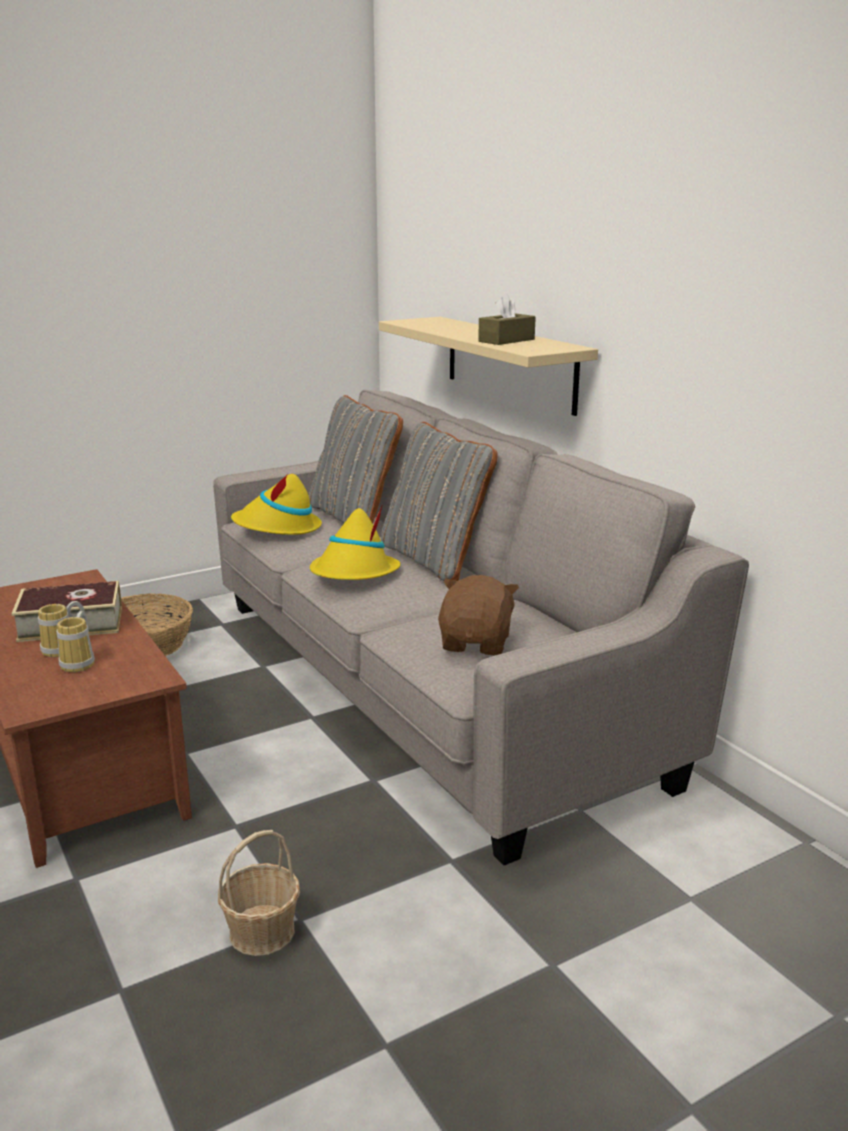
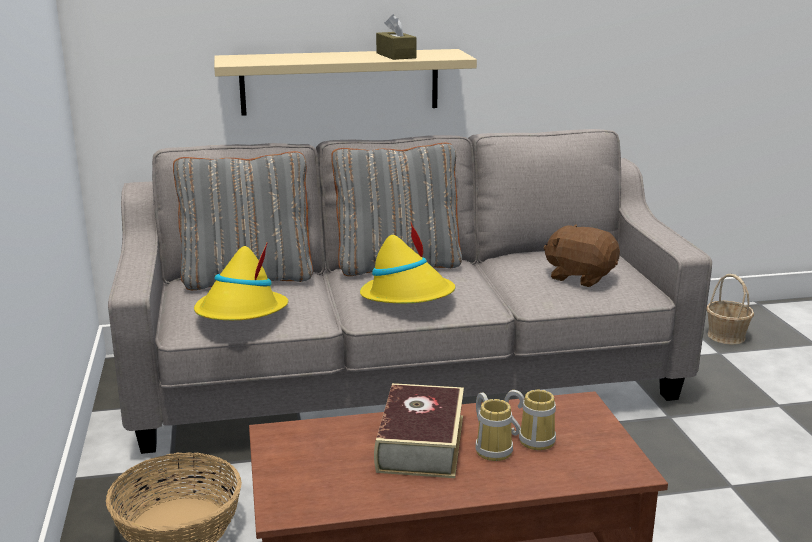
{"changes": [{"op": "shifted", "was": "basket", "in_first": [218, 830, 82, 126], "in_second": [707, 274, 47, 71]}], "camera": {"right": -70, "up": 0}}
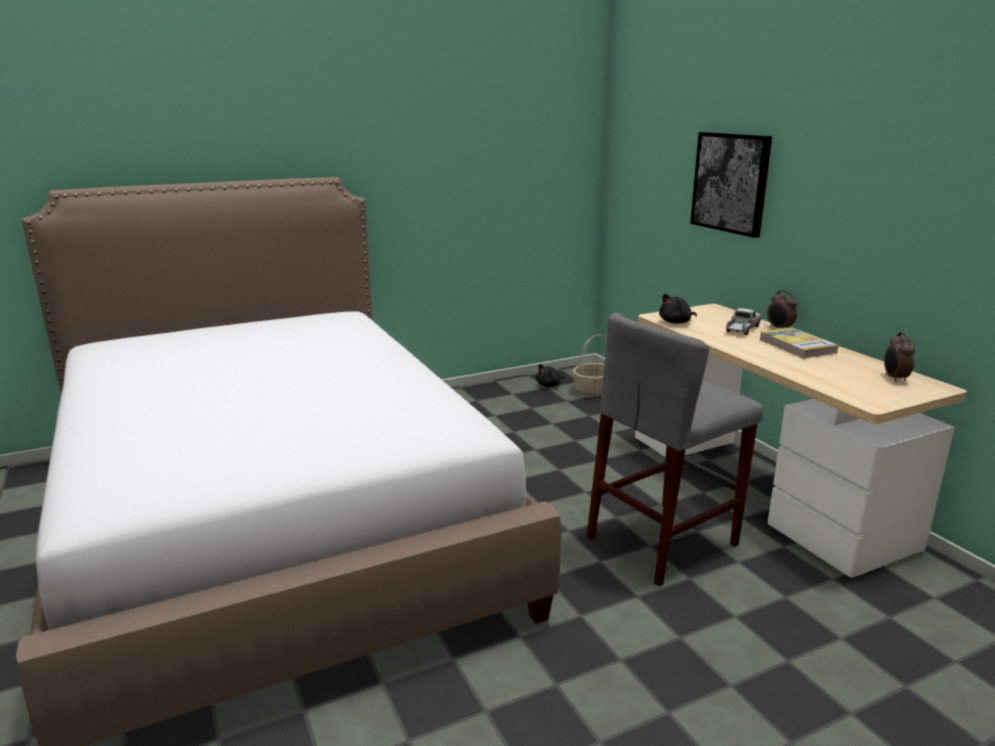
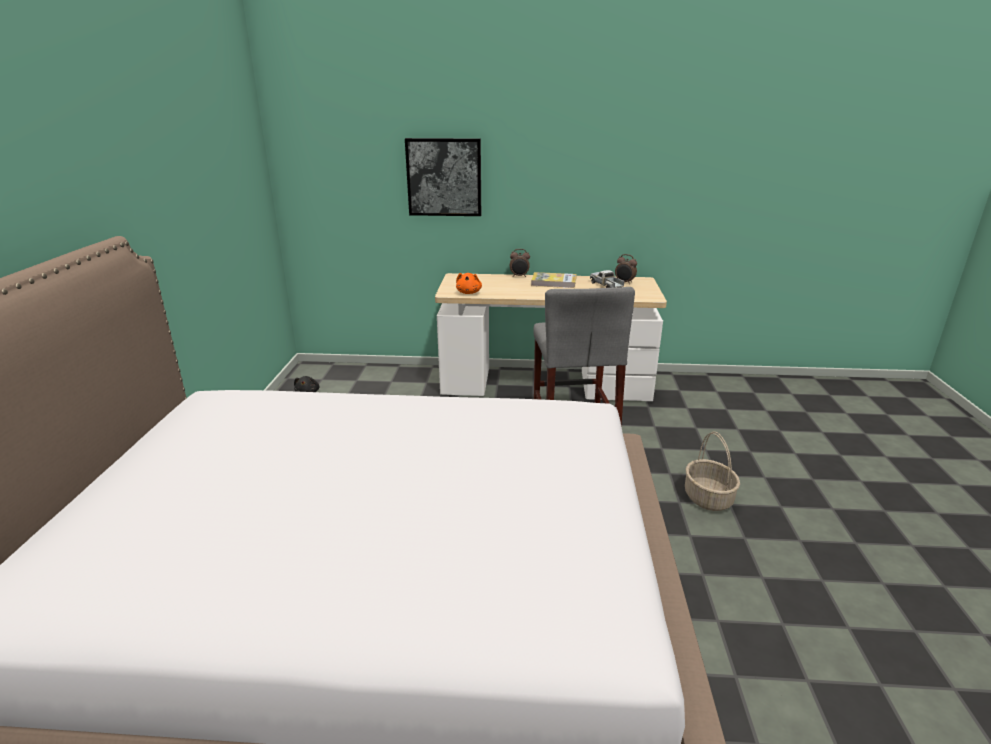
{"changes": [{"op": "repainted", "was": "plush toy/black", "now": "plush toy/orange", "in_first": [659, 294, 38, 30], "in_second": [456, 273, 26, 21]}, {"op": "shifted", "was": "toy truck", "in_first": [726, 308, 36, 27], "in_second": [590, 270, 34, 18]}, {"op": "shifted", "was": "basket", "in_first": [573, 334, 34, 62], "in_second": [685, 432, 55, 79]}], "camera": {"right": -60, "up": 5}}
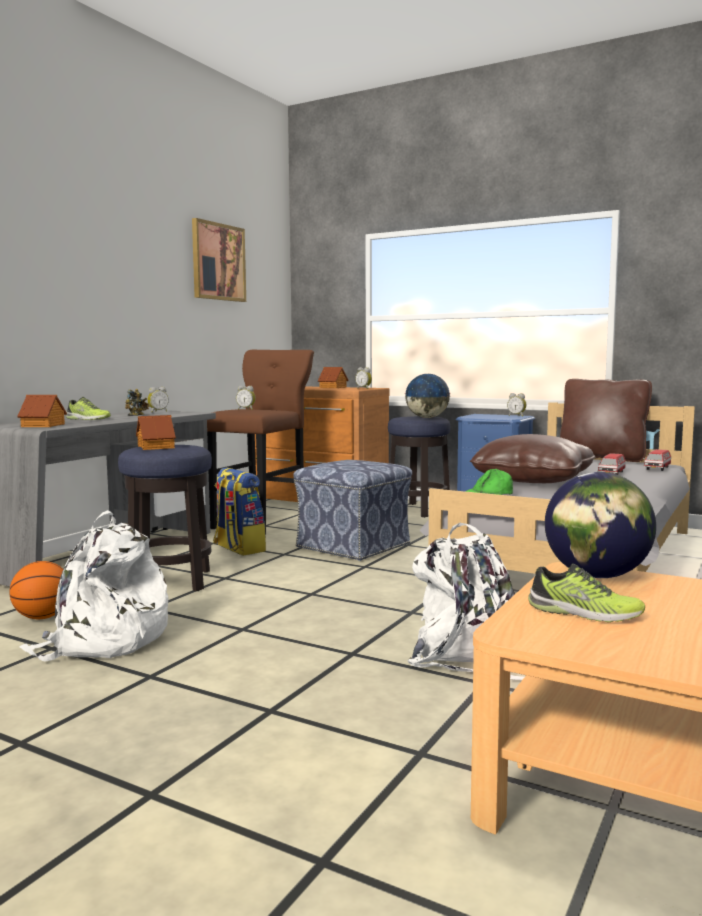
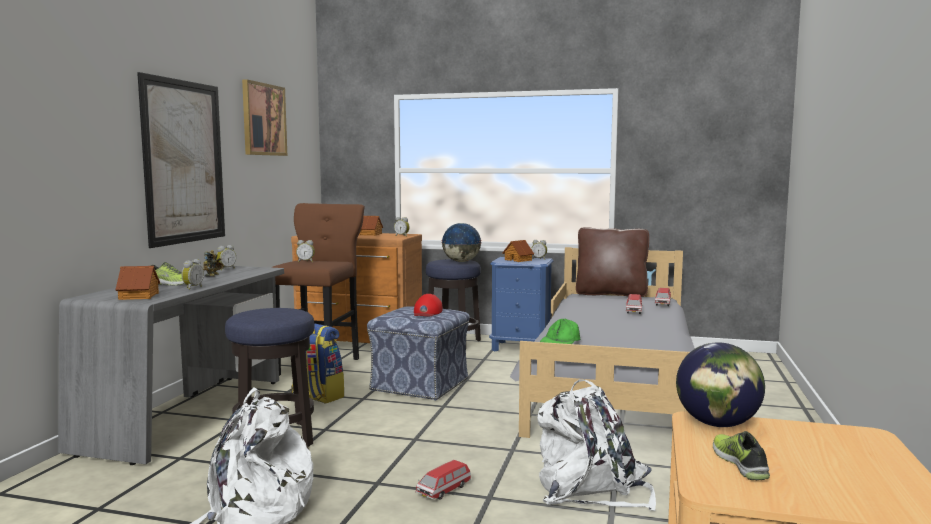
{"changes": [{"op": "shifted", "was": "toy house", "in_first": [136, 415, 40, 35], "in_second": [502, 240, 32, 22]}, {"op": "gone", "was": "pillow/brown", "in_first": [470, 434, 125, 49]}, {"op": "gone", "was": "basketball", "in_first": [9, 561, 54, 58]}, {"op": "rotated", "was": "shoe", "in_first": [528, 564, 117, 58], "in_second": [713, 431, 57, 49], "clockwise": -105}, {"op": "new", "now": "picture", "in_second": [137, 72, 88, 176]}, {"op": "new", "now": "alarm clock", "in_second": [182, 259, 22, 31]}, {"op": "new", "now": "cap/red", "in_second": [414, 294, 29, 23]}, {"op": "new", "now": "toy car", "in_second": [415, 460, 56, 40]}], "camera": {"right": -15, "up": 0}}
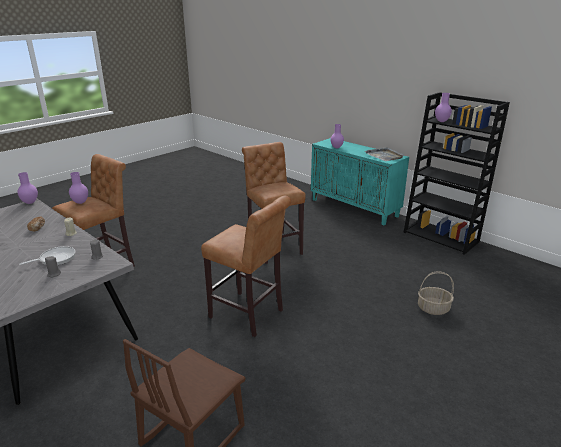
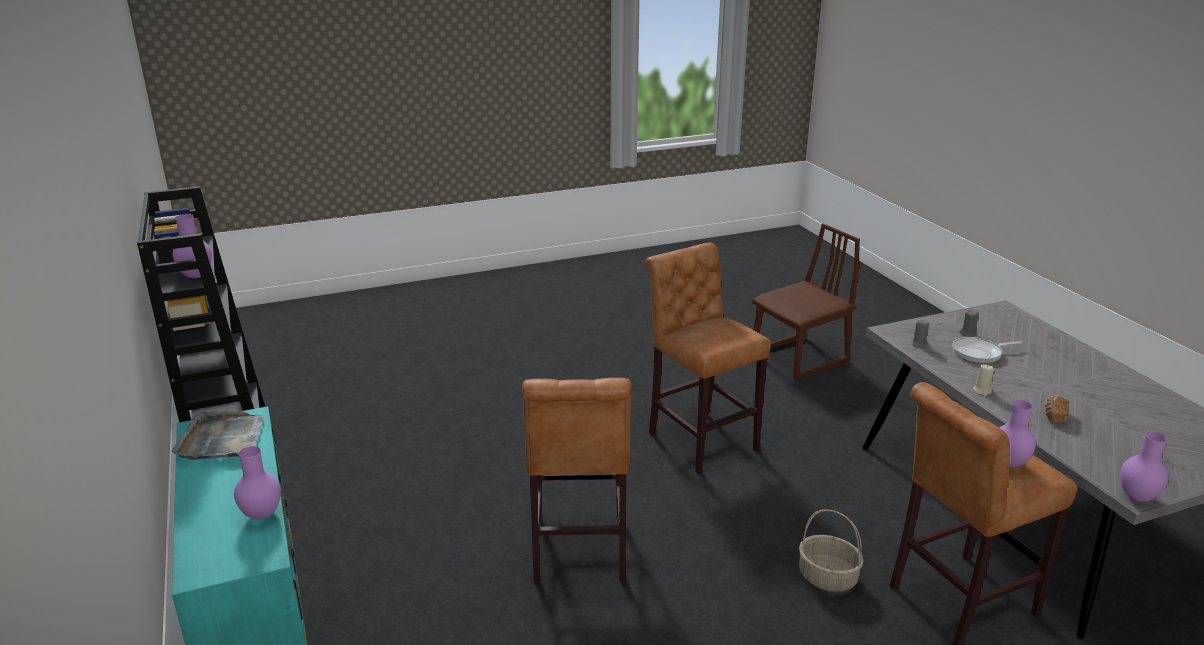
{"changes": [{"op": "shifted", "was": "basket", "in_first": [418, 271, 36, 44], "in_second": [799, 509, 65, 83]}], "camera": {"right": -155, "up": 0}}
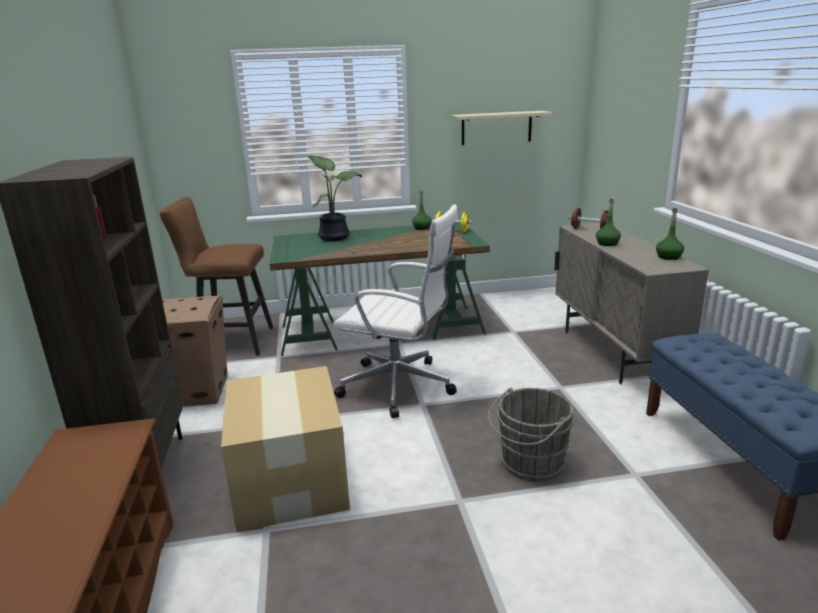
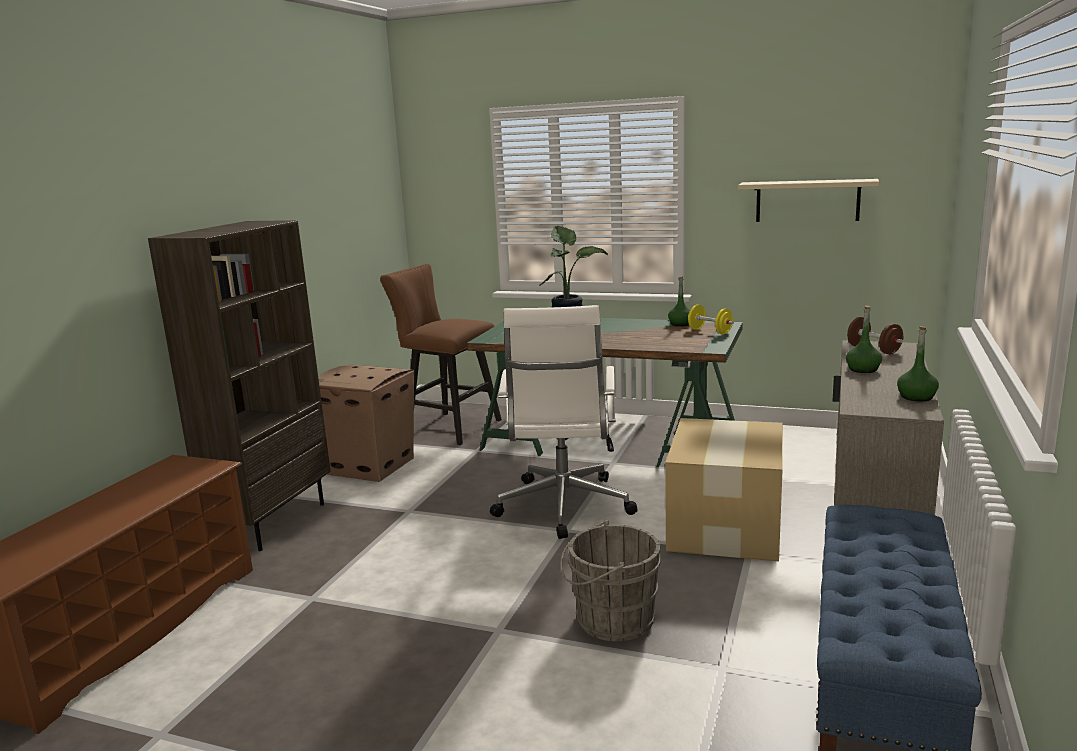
{"changes": [{"op": "rotated", "was": "office chair/white", "in_first": [334, 204, 124, 214], "in_second": [490, 305, 147, 234], "clockwise": 45}, {"op": "shifted", "was": "cardboard box", "in_first": [221, 366, 129, 166], "in_second": [665, 418, 118, 144]}], "camera": {"right": 30, "up": -5}}
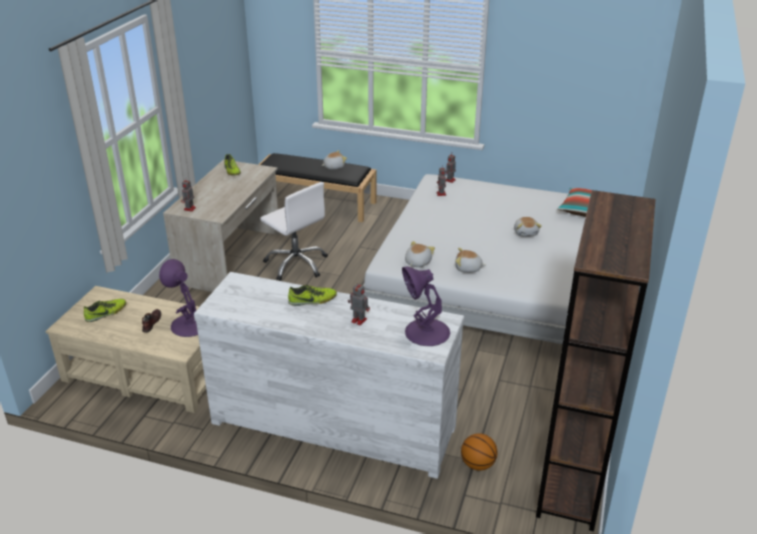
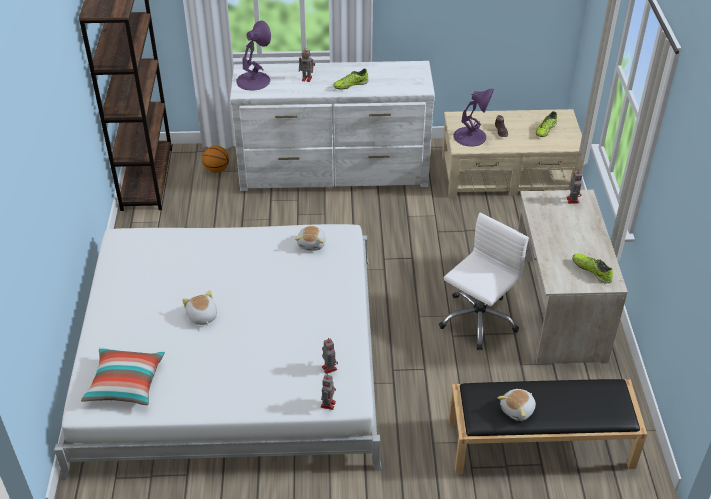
{"changes": [{"op": "rotated", "was": "office chair/white", "in_first": [260, 182, 68, 99], "in_second": [439, 213, 90, 137], "clockwise": 105}, {"op": "gone", "was": "plush toy", "in_first": [455, 248, 31, 25]}], "camera": {"right": 160, "up": 10}}
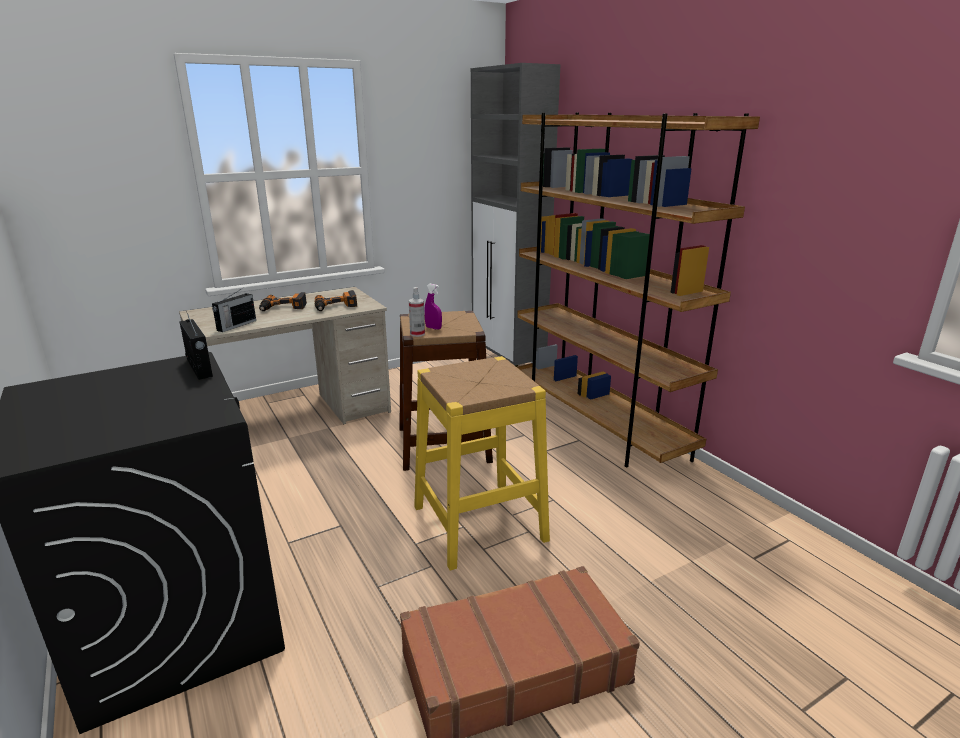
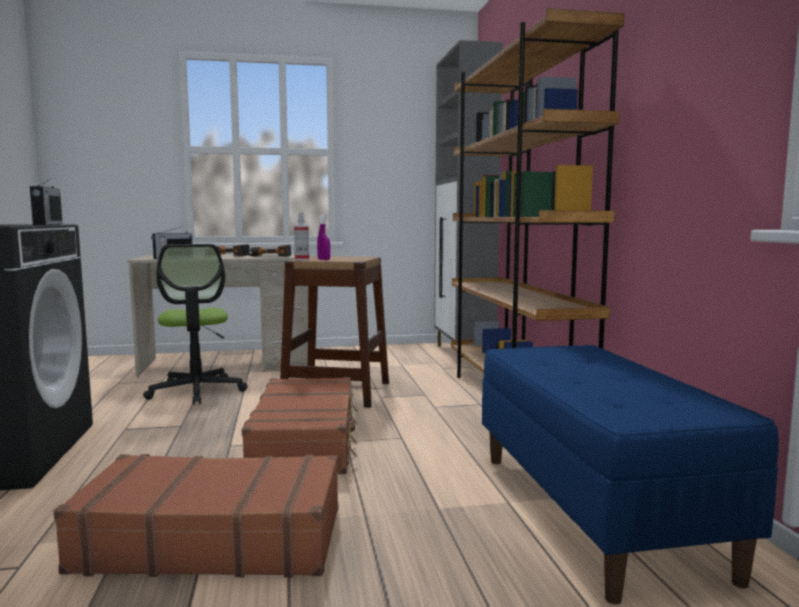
{"changes": [{"op": "swapped", "was": "stool/yellow", "now": "suitcase/brown", "in_first": [414, 356, 136, 214], "in_second": [242, 377, 116, 97]}, {"op": "new", "now": "office chair", "in_second": [143, 244, 105, 161]}, {"op": "new", "now": "bench/blue", "in_second": [482, 345, 297, 259]}], "camera": {"right": 20, "up": -15}}
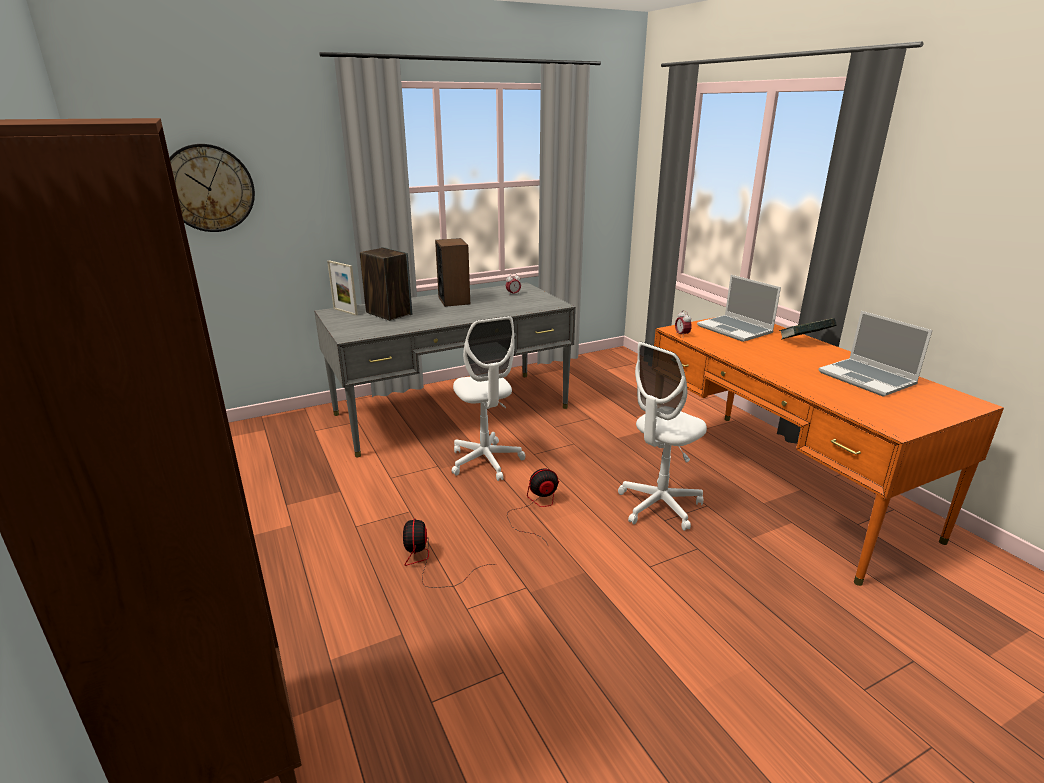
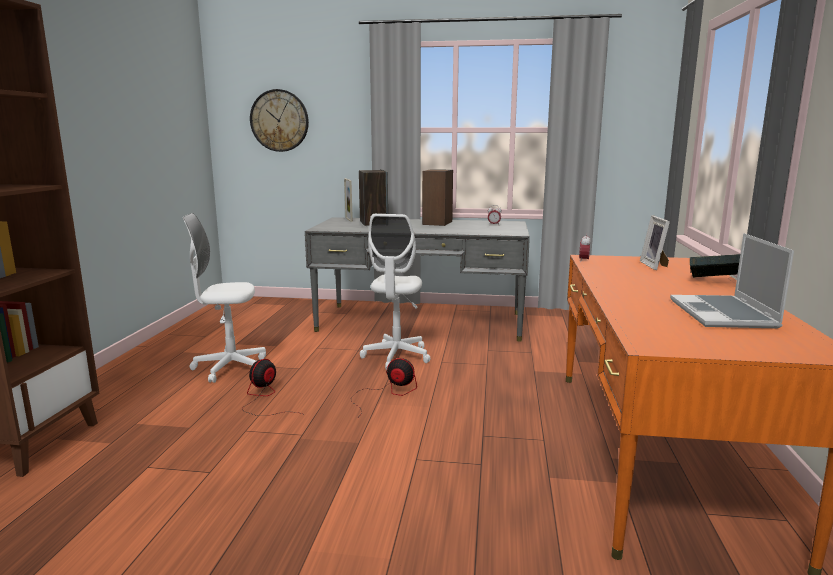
{"changes": [{"op": "swapped", "was": "laptop", "now": "picture frame", "in_first": [697, 275, 84, 67], "in_second": [640, 215, 30, 55]}, {"op": "shifted", "was": "office chair/white", "in_first": [618, 342, 89, 189], "in_second": [183, 213, 83, 170]}], "camera": {"right": 35, "up": -10}}
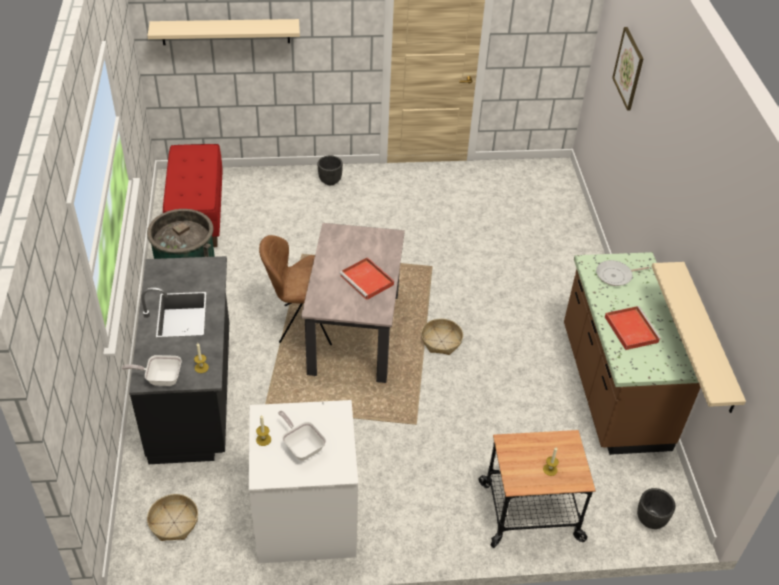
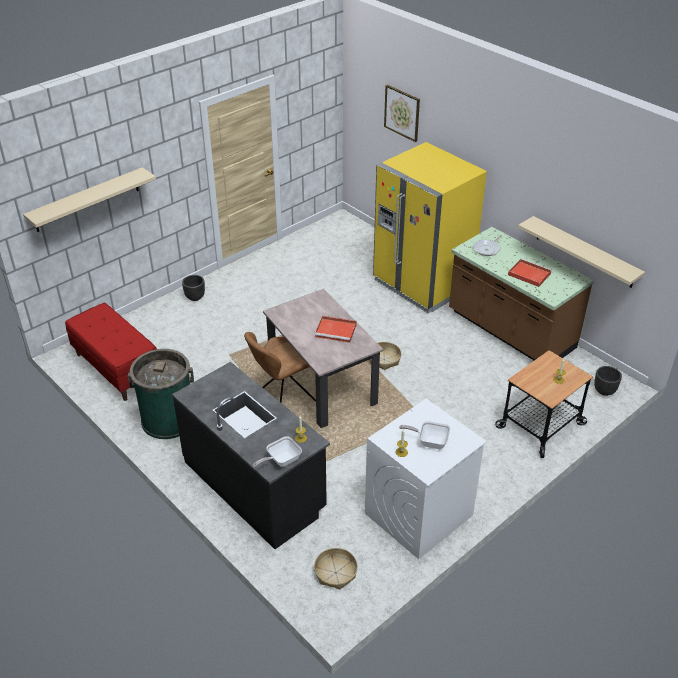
{"changes": [{"op": "new", "now": "fridge/yellow", "in_second": [373, 142, 114, 171]}], "camera": {"right": -35, "up": -5}}
